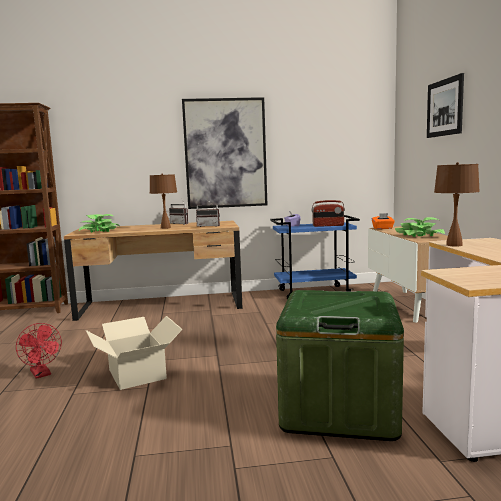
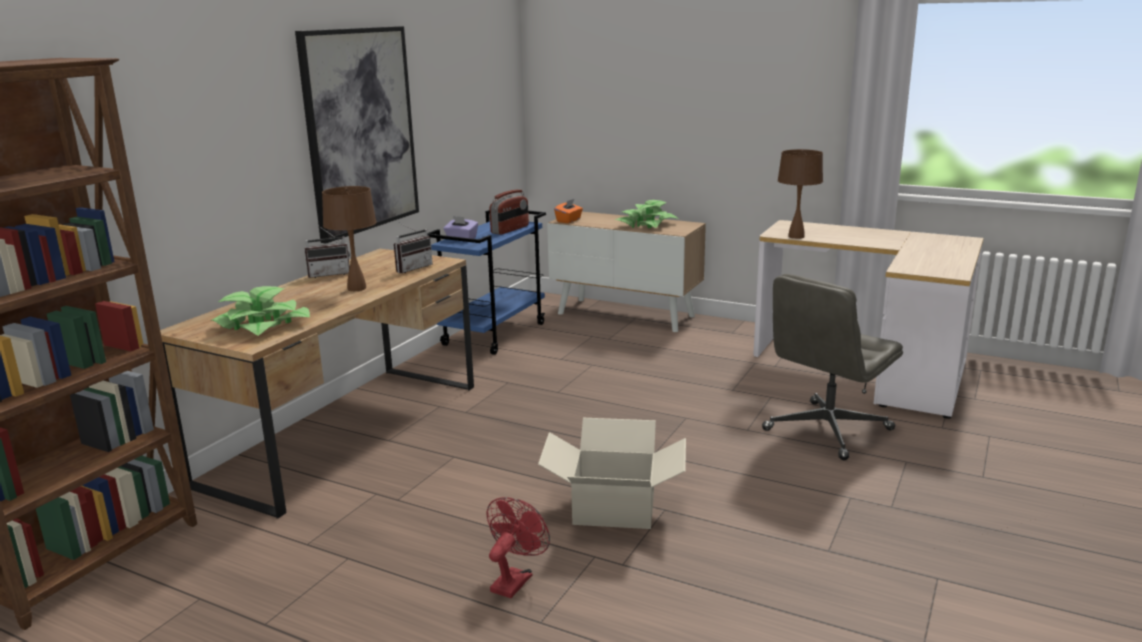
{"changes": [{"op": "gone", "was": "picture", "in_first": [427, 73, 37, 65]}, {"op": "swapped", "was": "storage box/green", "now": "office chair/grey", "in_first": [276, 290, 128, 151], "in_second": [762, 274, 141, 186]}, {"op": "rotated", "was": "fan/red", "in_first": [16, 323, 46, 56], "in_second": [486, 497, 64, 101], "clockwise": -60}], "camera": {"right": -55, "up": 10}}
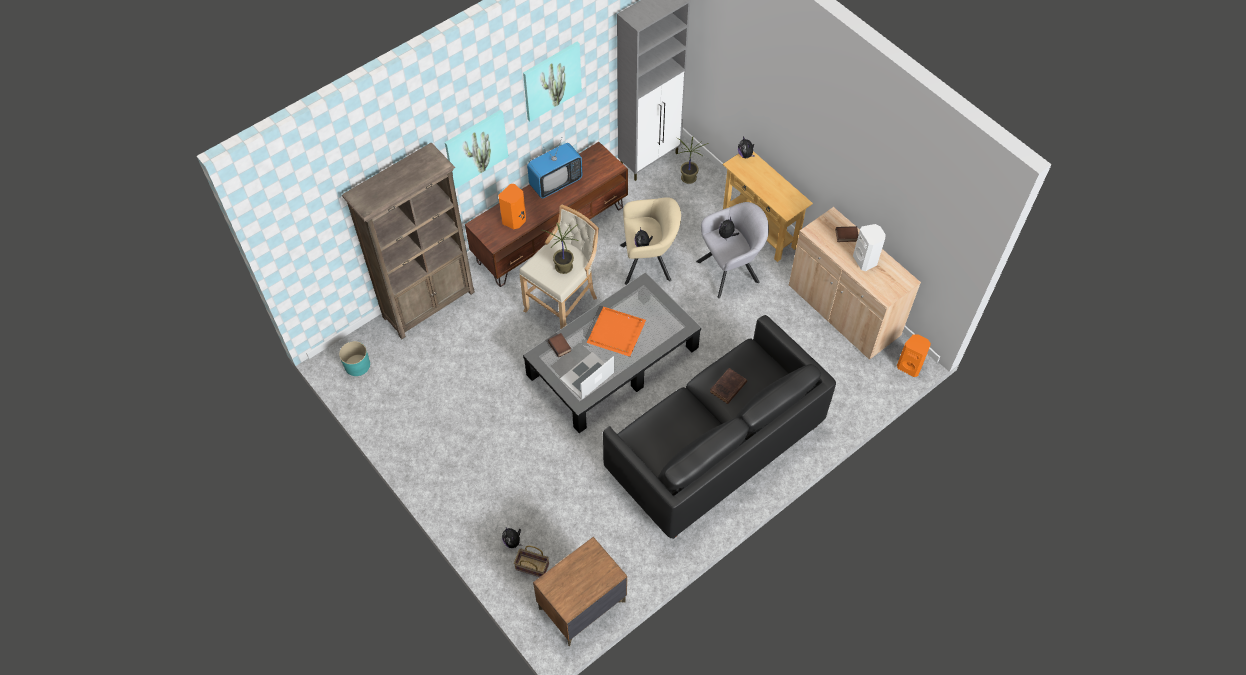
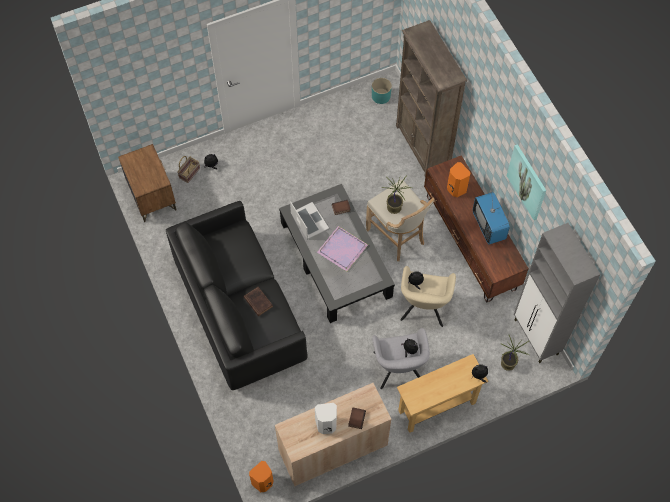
{"changes": [{"op": "gone", "was": "picture", "in_first": [445, 110, 64, 79]}, {"op": "repainted", "was": "tray/orange", "now": "tray/purple", "in_first": [587, 307, 59, 50], "in_second": [317, 226, 51, 45]}], "camera": {"right": 105, "up": 5}}
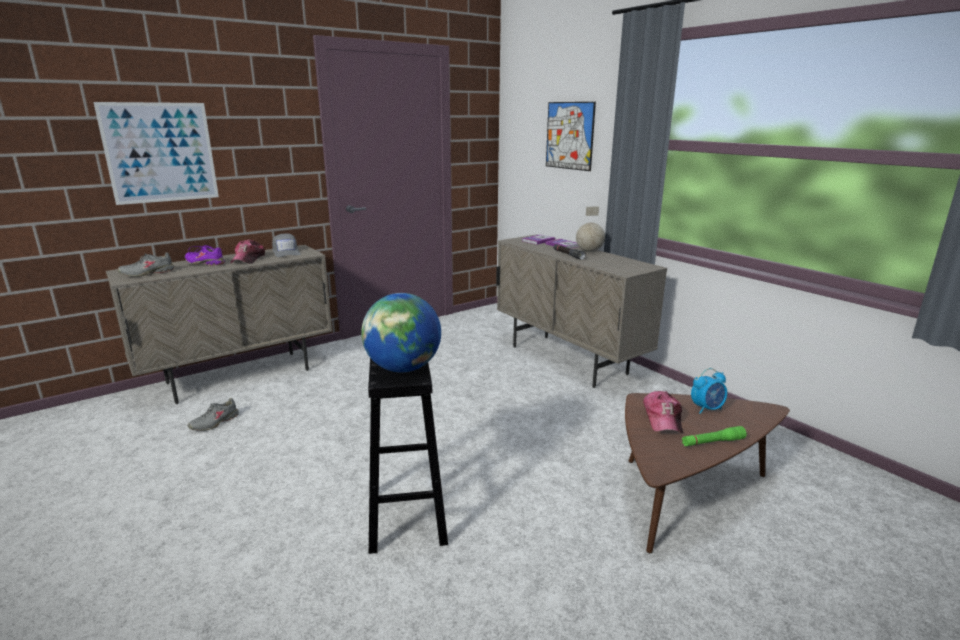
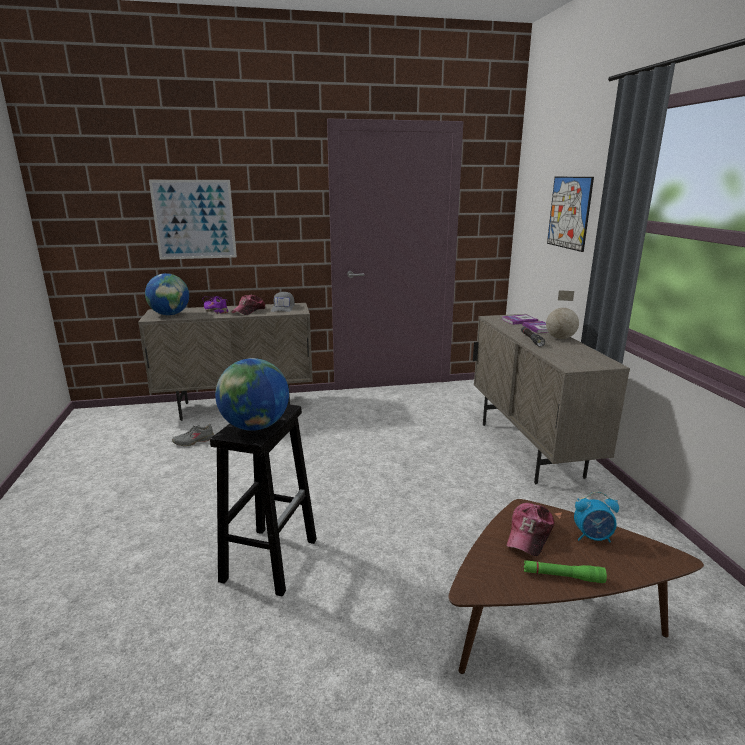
{"changes": [{"op": "swapped", "was": "shoe/grey", "now": "globe", "in_first": [118, 252, 56, 25], "in_second": [145, 273, 44, 42]}], "camera": {"right": 25, "up": 0}}
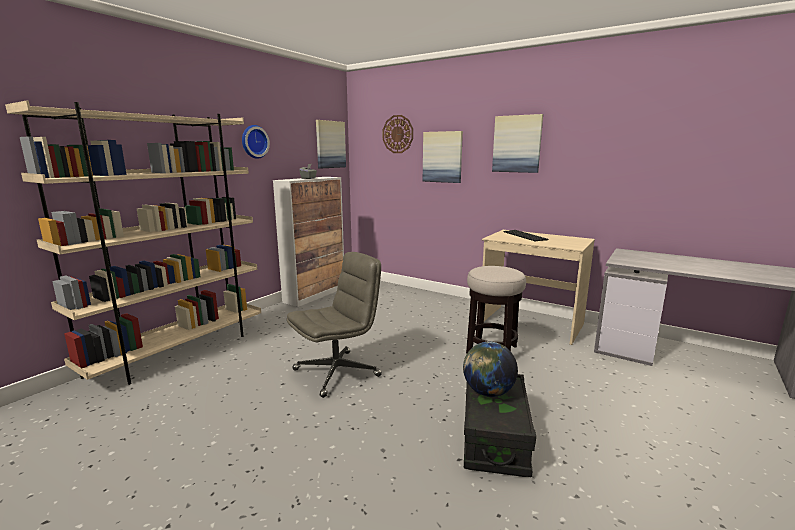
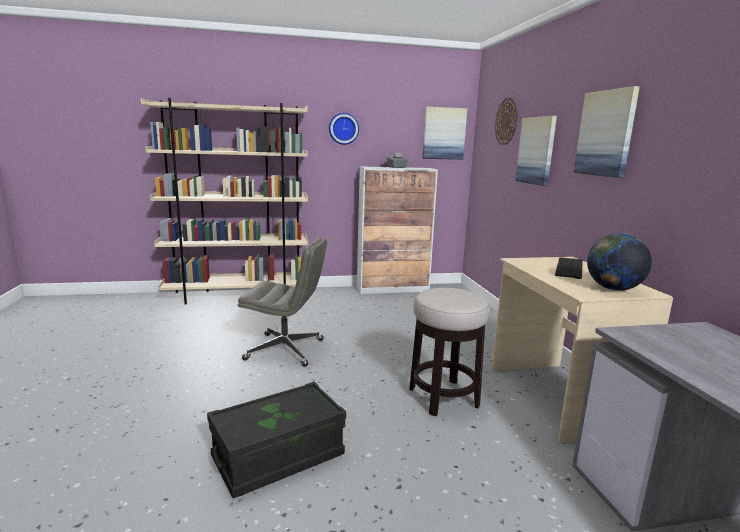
{"changes": [{"op": "shifted", "was": "globe", "in_first": [463, 341, 55, 56], "in_second": [587, 233, 65, 58]}], "camera": {"right": 45, "up": 0}}
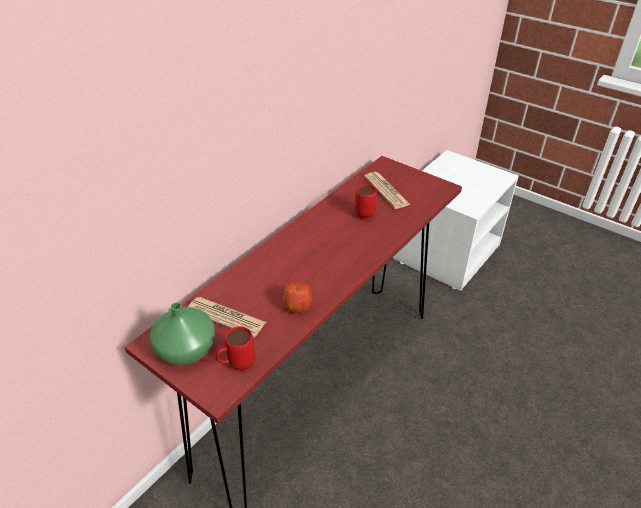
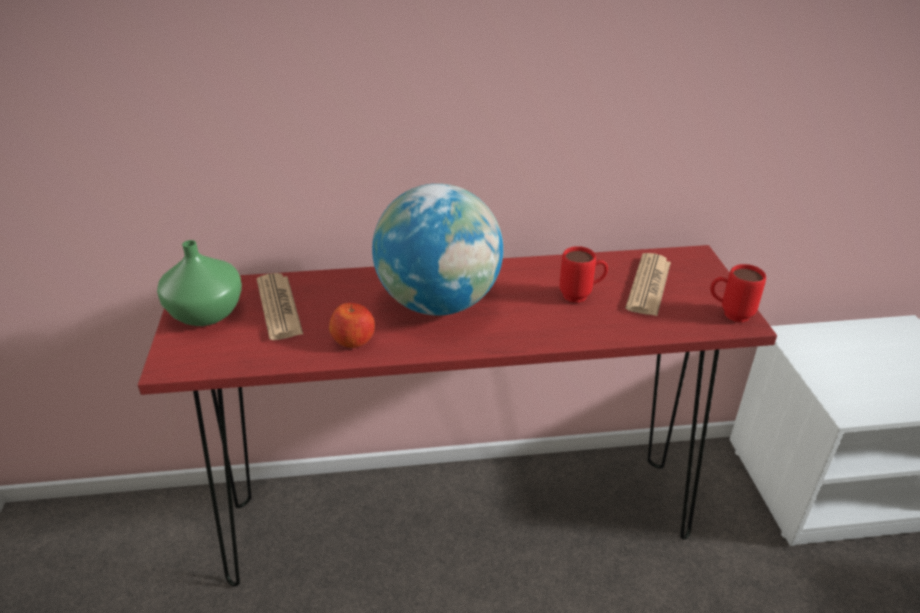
{"changes": [{"op": "shifted", "was": "mug/red", "in_first": [216, 326, 39, 45], "in_second": [710, 264, 56, 58]}, {"op": "new", "now": "globe", "in_second": [372, 183, 131, 132]}], "camera": {"right": 45, "up": -5}}
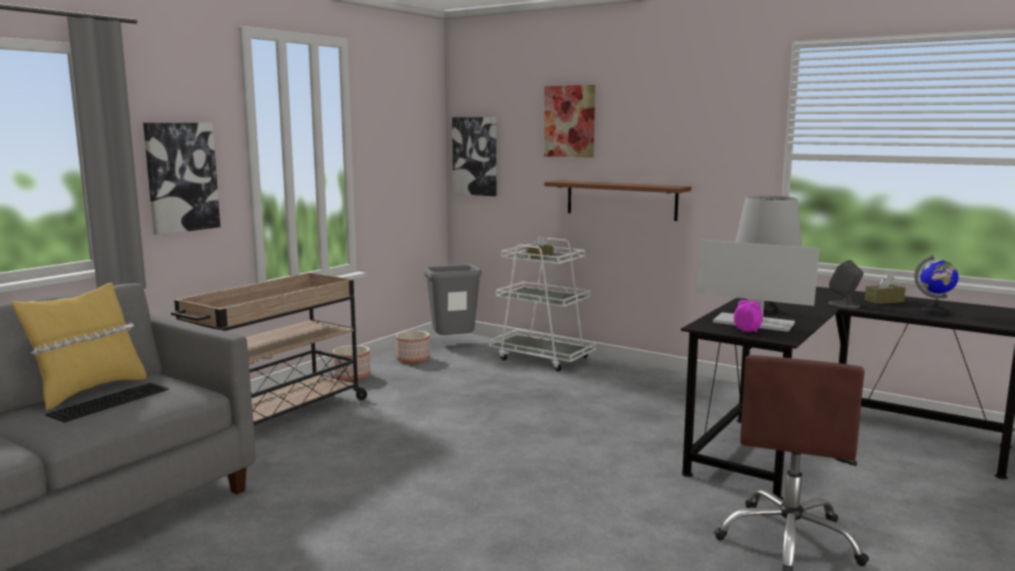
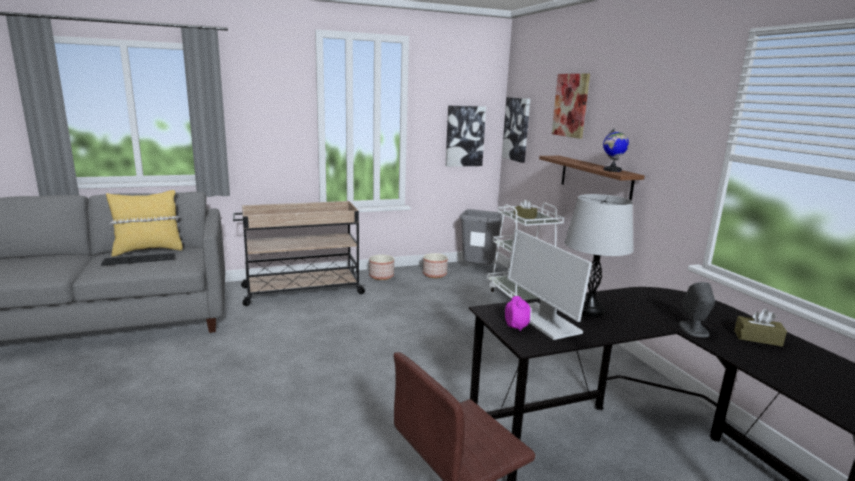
{"changes": [{"op": "shifted", "was": "picture", "in_first": [143, 123, 77, 112], "in_second": [446, 106, 40, 61]}, {"op": "shifted", "was": "globe", "in_first": [914, 255, 44, 60], "in_second": [603, 128, 26, 44]}], "camera": {"right": 35, "up": 5}}
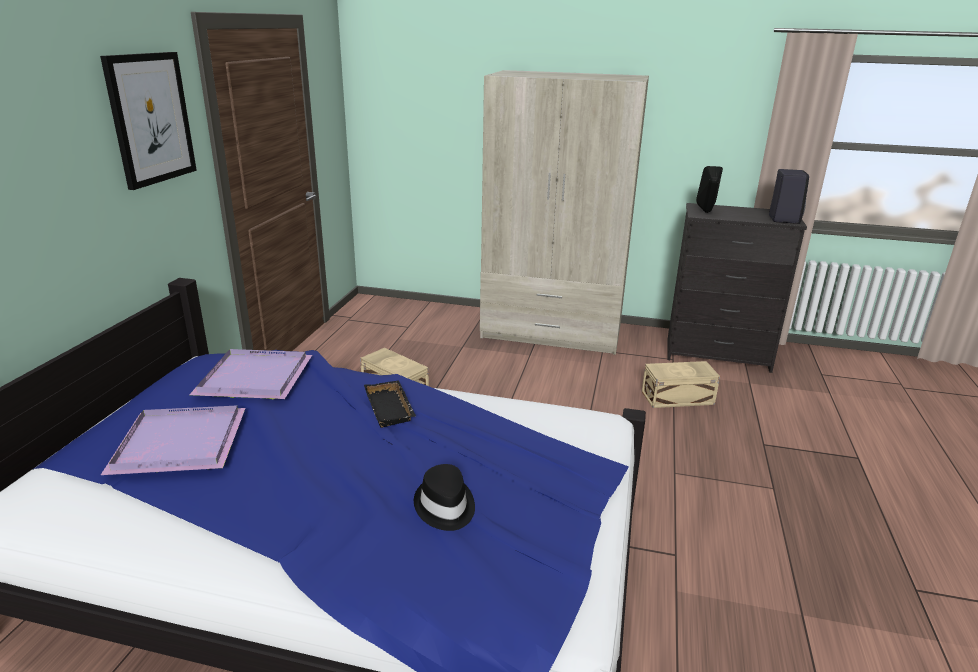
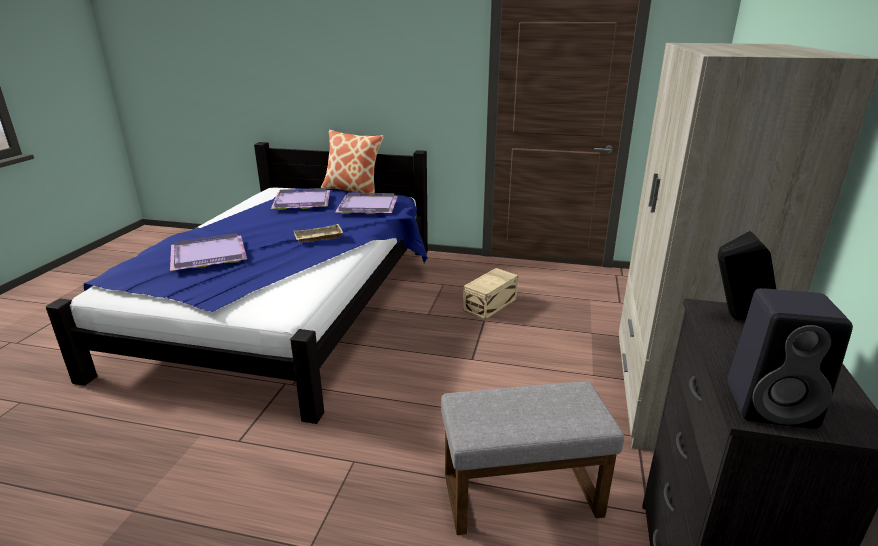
{"changes": [{"op": "gone", "was": "picture", "in_first": [100, 52, 97, 138]}, {"op": "swapped", "was": "storage box/beige", "now": "ottoman/grey", "in_first": [642, 361, 78, 47], "in_second": [441, 381, 183, 154]}, {"op": "repainted", "was": "tray/black", "now": "tray/beige", "in_first": [364, 380, 52, 48], "in_second": [293, 224, 50, 18]}, {"op": "swapped", "was": "hat/black", "now": "tray/purple", "in_first": [414, 464, 61, 67], "in_second": [170, 233, 77, 38]}, {"op": "new", "now": "pillow", "in_second": [321, 129, 63, 67]}], "camera": {"right": 90, "up": 0}}
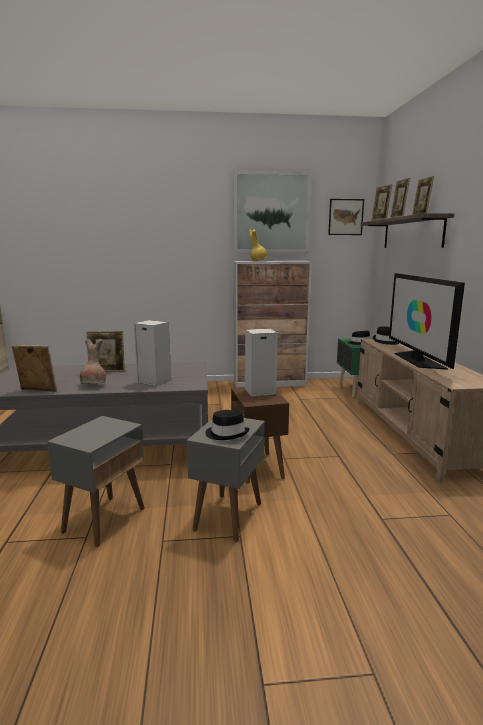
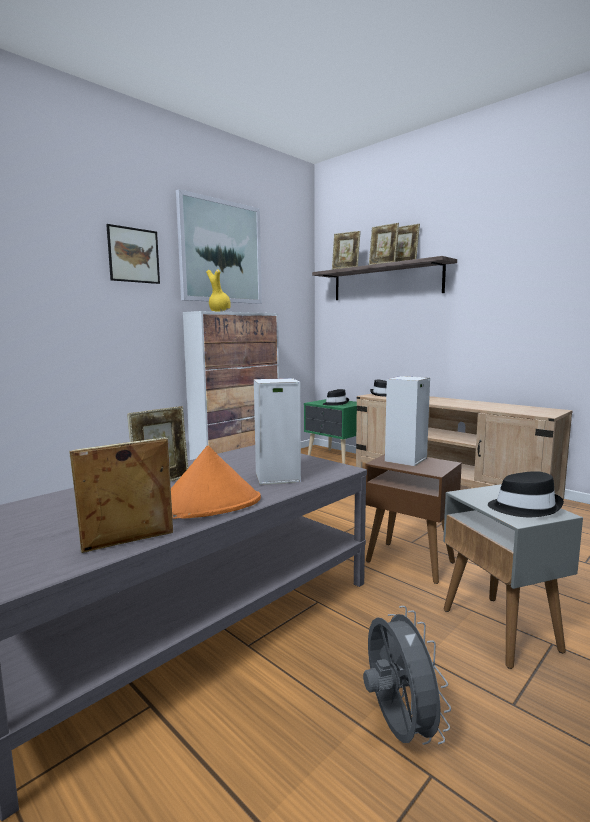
{"changes": [{"op": "shifted", "was": "picture", "in_first": [328, 199, 36, 36], "in_second": [106, 224, 54, 60]}, {"op": "gone", "was": "television", "in_first": [389, 273, 76, 97]}, {"op": "swapped", "was": "vase/brown", "now": "hat/orange", "in_first": [80, 339, 26, 45], "in_second": [171, 445, 90, 74]}, {"op": "swapped", "was": "side table/grey", "now": "fan/grey", "in_first": [47, 416, 98, 131], "in_second": [363, 606, 88, 139]}], "camera": {"right": -40, "up": -5}}
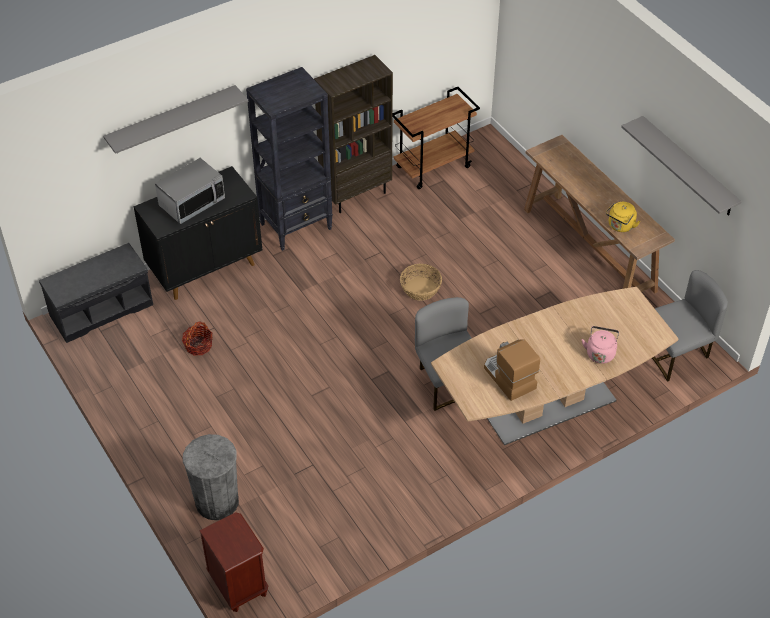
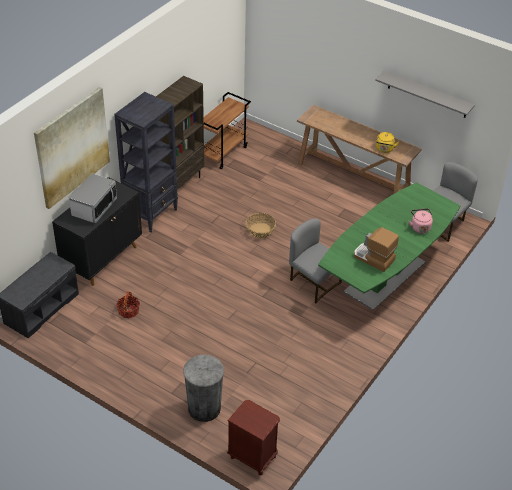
{"changes": [{"op": "swapped", "was": "shelf/grey", "now": "picture", "in_first": [103, 85, 145, 69], "in_second": [34, 87, 76, 122]}, {"op": "repainted", "was": "dining table/brown", "now": "dining table/green", "in_first": [431, 287, 248, 158], "in_second": [318, 182, 143, 128]}], "camera": {"right": -25, "up": -5}}
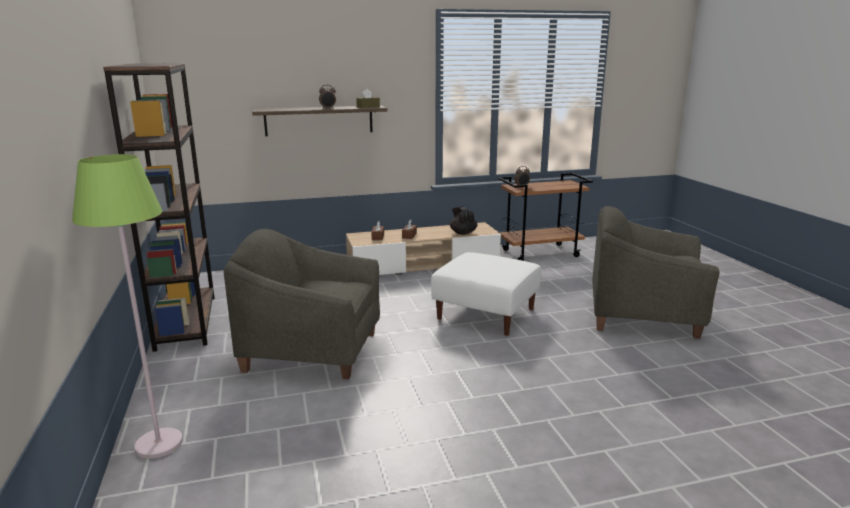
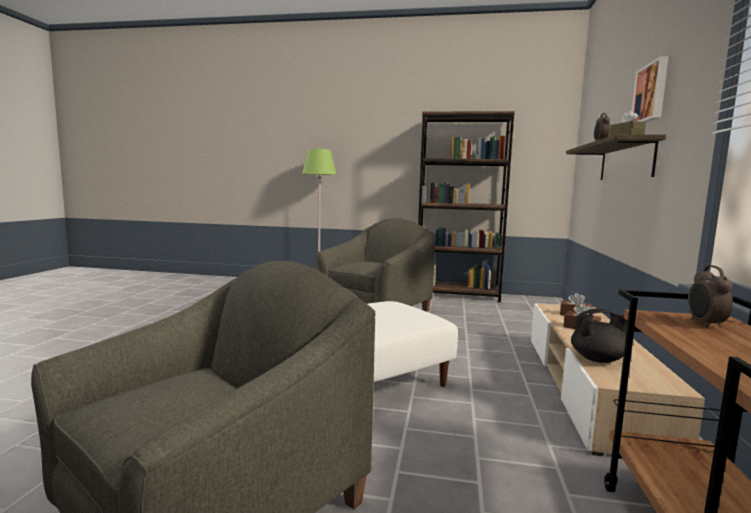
{"changes": [{"op": "new", "now": "picture", "in_second": [632, 56, 37, 66]}], "camera": {"right": 115, "up": -10}}
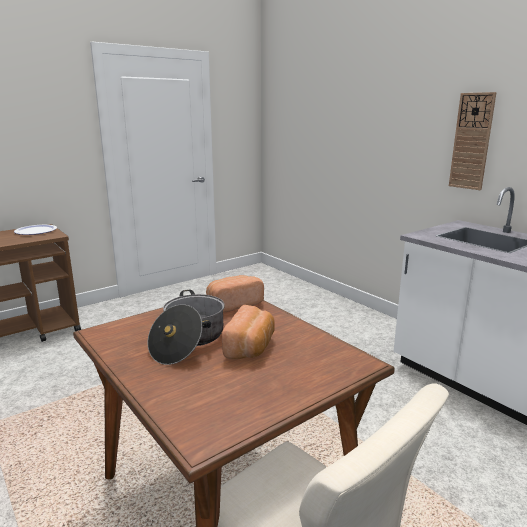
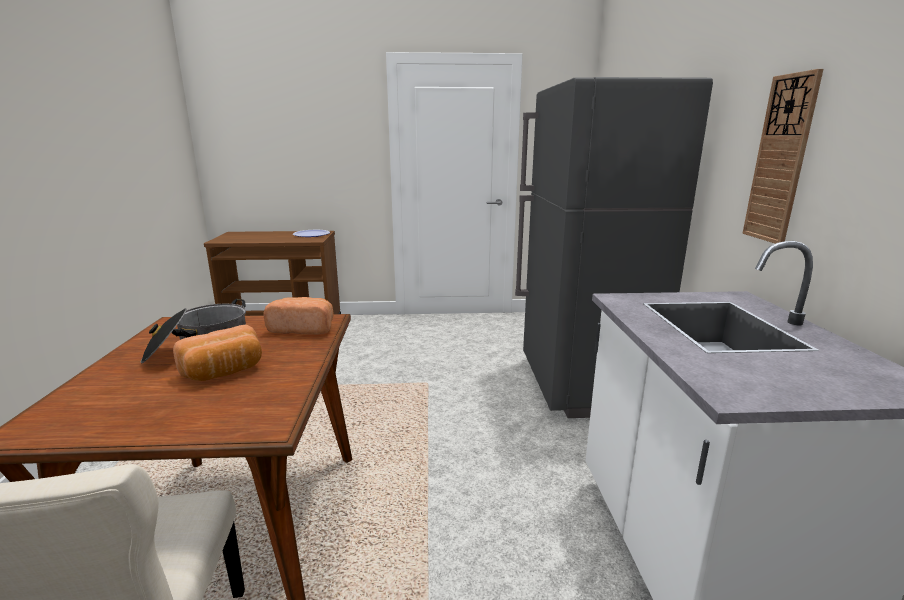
{"changes": [{"op": "new", "now": "fridge/grey", "in_second": [515, 77, 198, 341]}], "camera": {"right": 35, "up": 0}}
